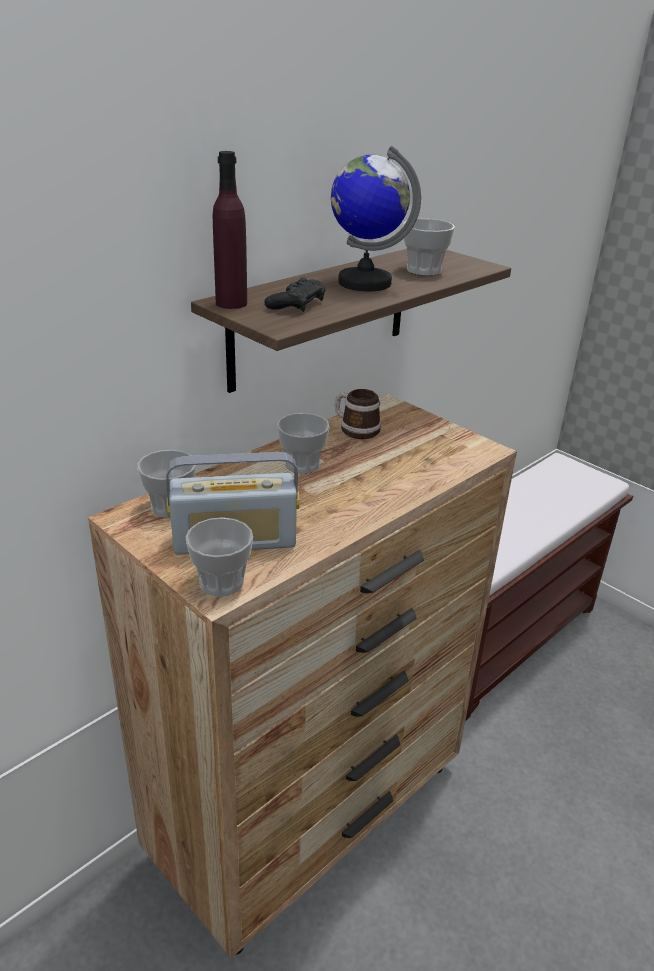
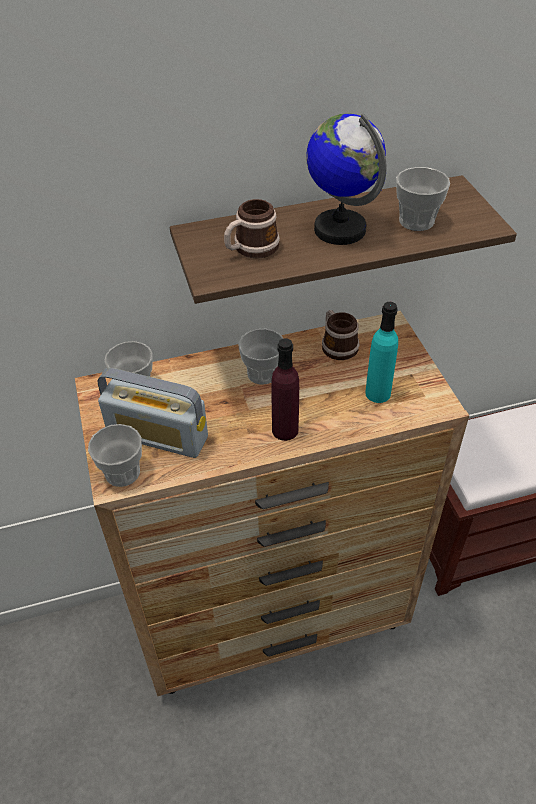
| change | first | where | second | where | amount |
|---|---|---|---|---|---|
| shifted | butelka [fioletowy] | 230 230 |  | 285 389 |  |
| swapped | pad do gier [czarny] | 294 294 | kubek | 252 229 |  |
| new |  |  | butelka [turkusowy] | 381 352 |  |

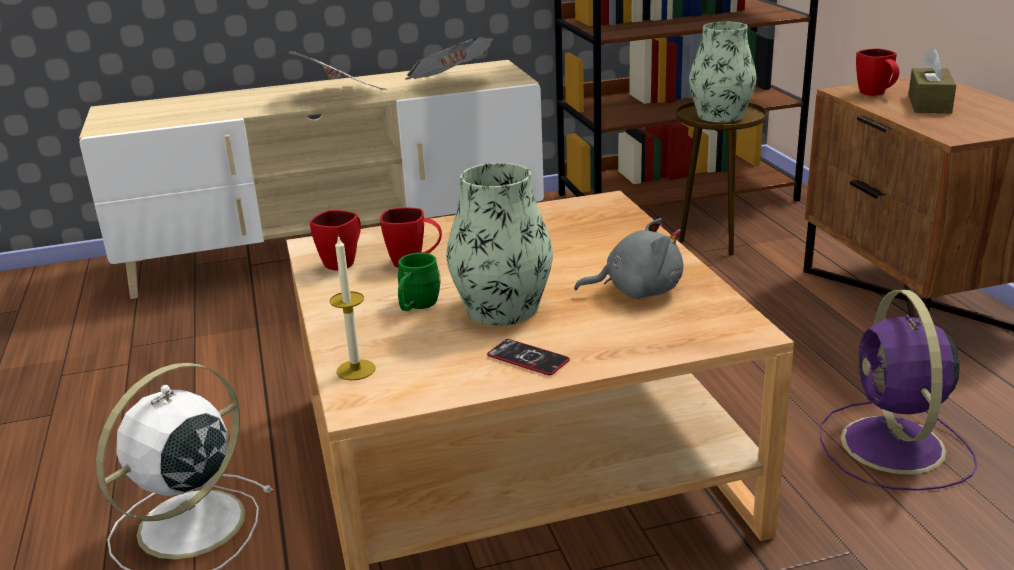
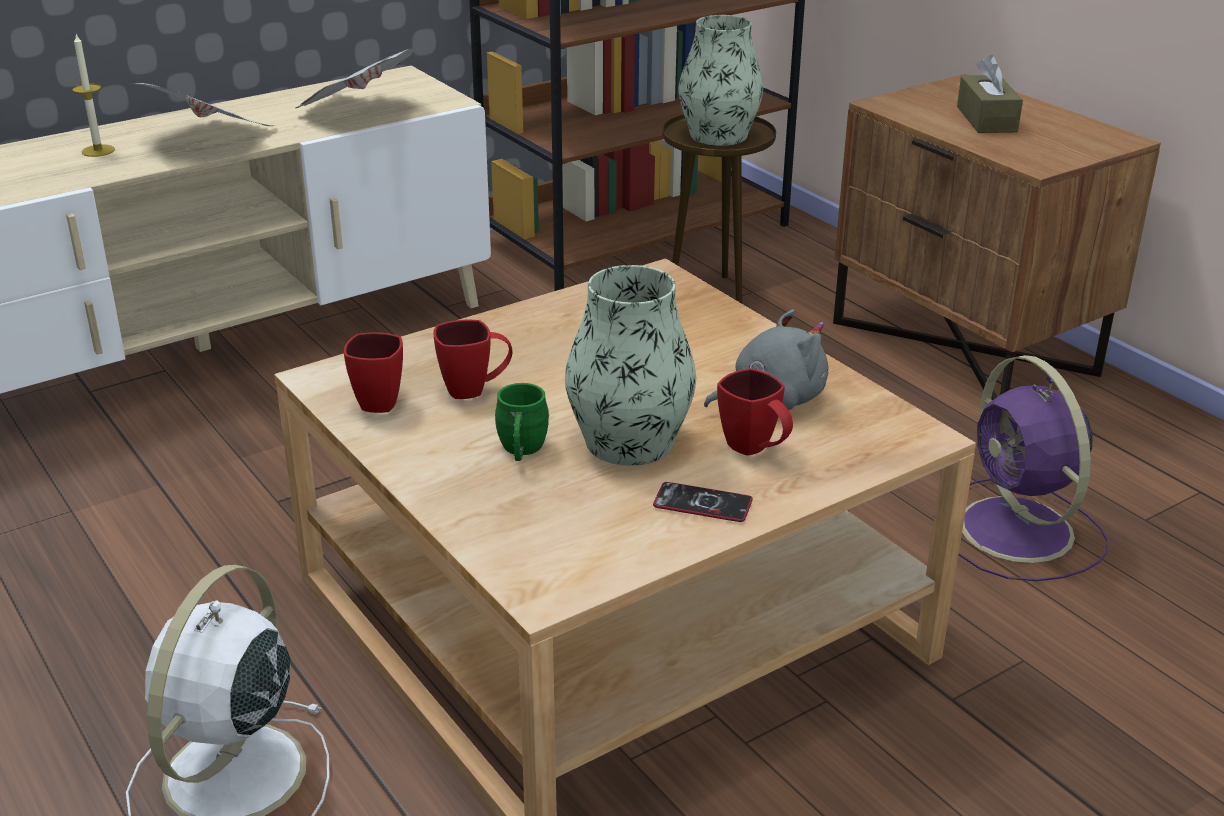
| change | first | where | second | where | amount |
|---|---|---|---|---|---|
| shifted | kubek [czerwony] | 877 72 |  | 755 412 |  |
| shifted | świeca | 352 307 |  | 93 95 |  |

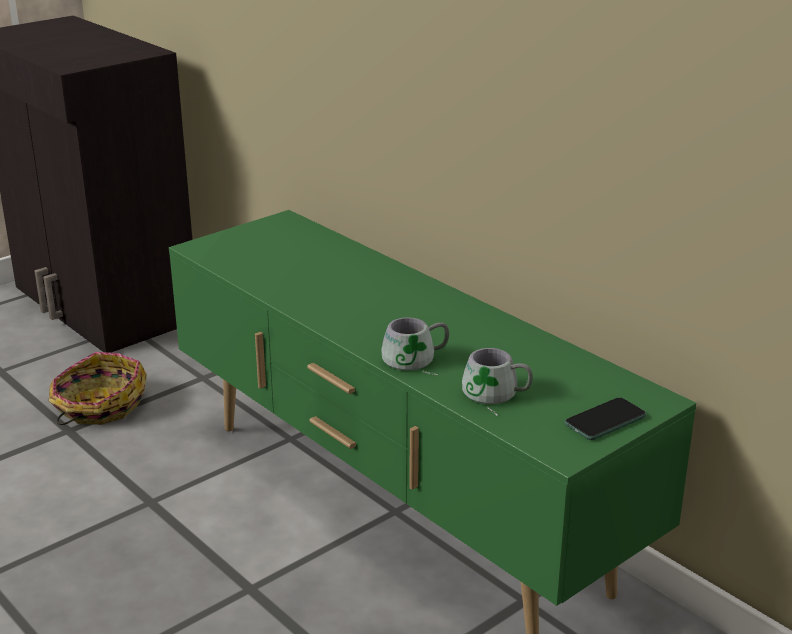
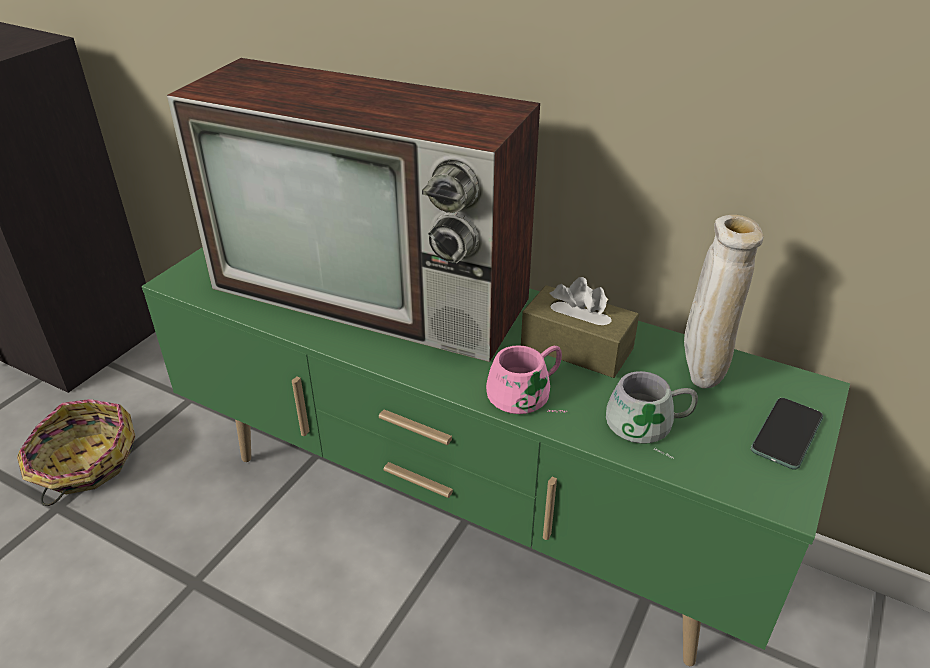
| change | first | where | second | where | amount |
|---|---|---|---|---|---|
| repainted | kubek [szary] | 415 346 | kubek [różowy] | 525 379 |  |
| new |  |  | telewizor | 353 210 |  |
| new |  |  | wazon [beżowy] | 723 302 |  |
| new |  |  | pudełko chusteczek [brązowy] | 580 327 |  |

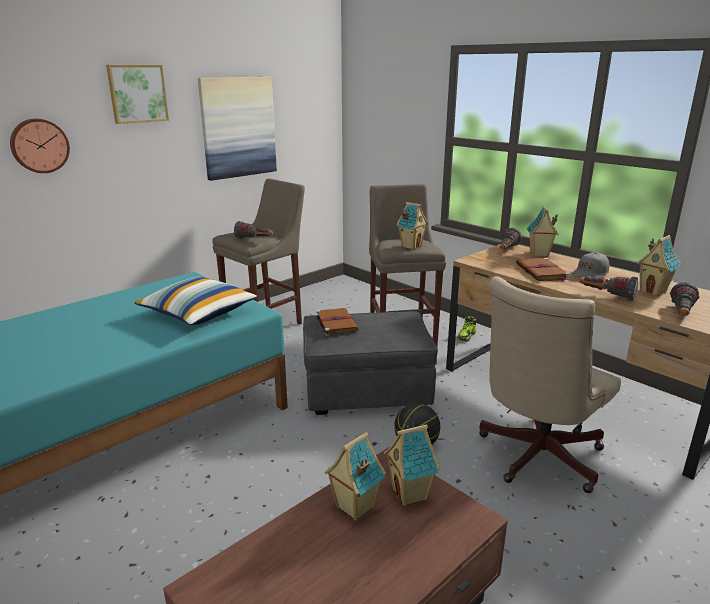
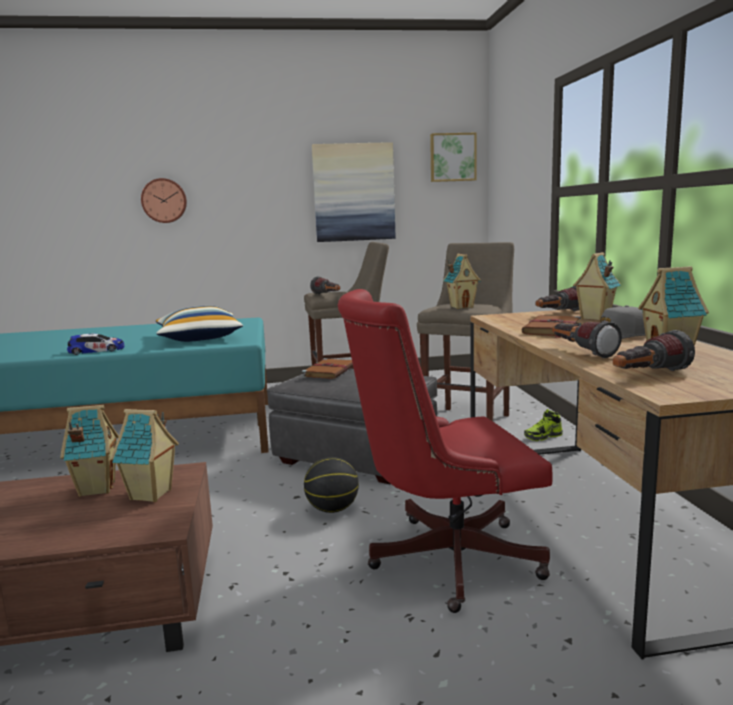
| change | first | where | second | where | amount |
|---|---|---|---|---|---|
| shifted | obraz | 137 94 |  | 453 157 |  |
| repainted | krzesło biurowe [beżowy] | 550 384 | krzesło biurowe [czerwony] | 445 451 |  |
| new |  |  | samochodzik | 96 344 |  |

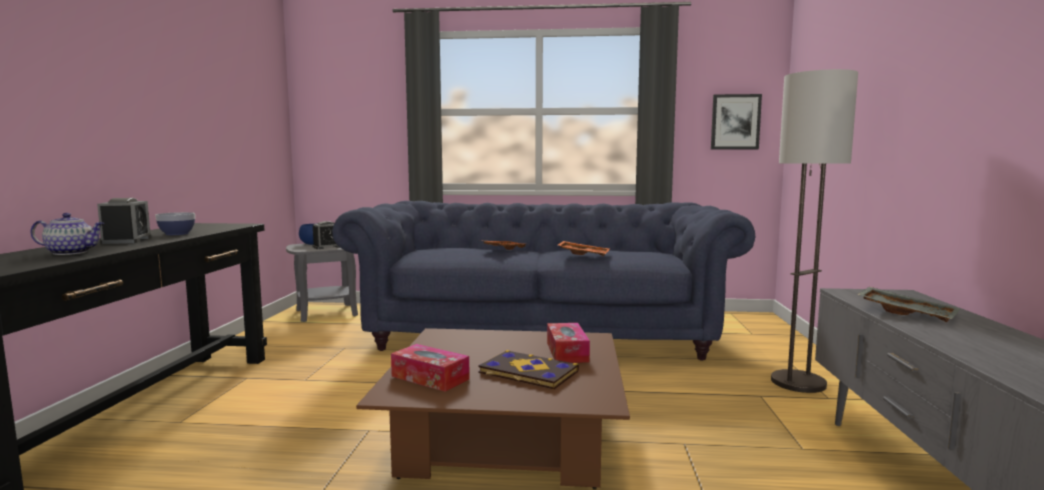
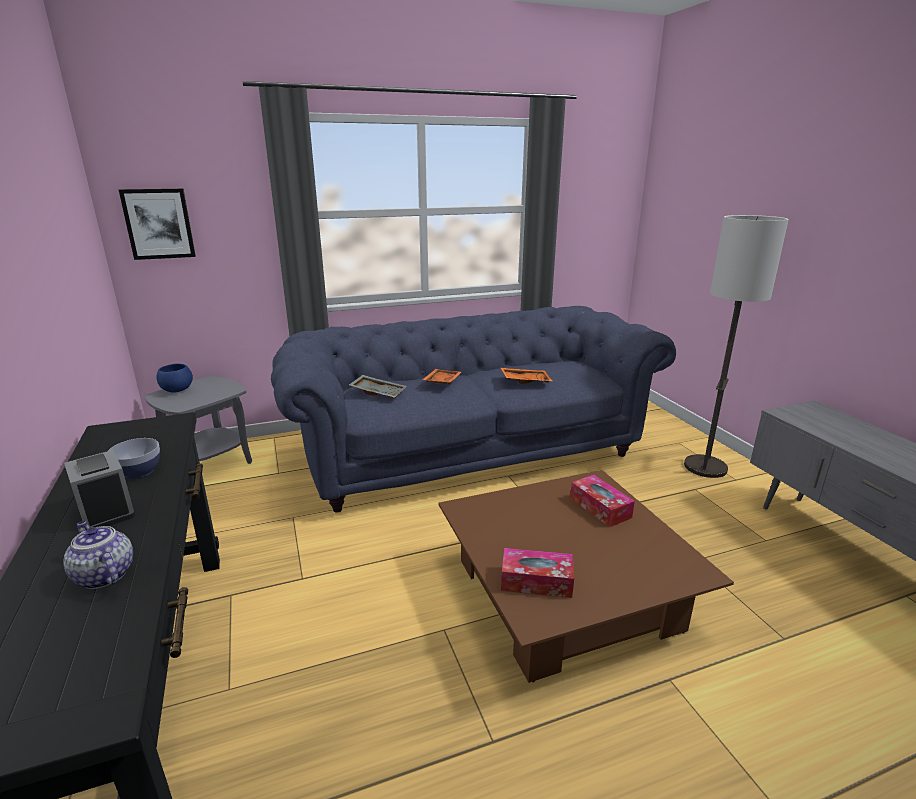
| change | first | where | second | where | amount |
|---|---|---|---|---|---|
| shifted | obraz | 736 122 |  | 157 224 |  |
| rotated | imbryk | 67 234 |  | 98 555 | 105 degrees counterclockwise |
| gone | budzik | 326 235 |  |  |  |
| shifted | taca [szary] | 908 304 |  | 378 386 |  |
| gone | książka | 528 369 |  |  |  |

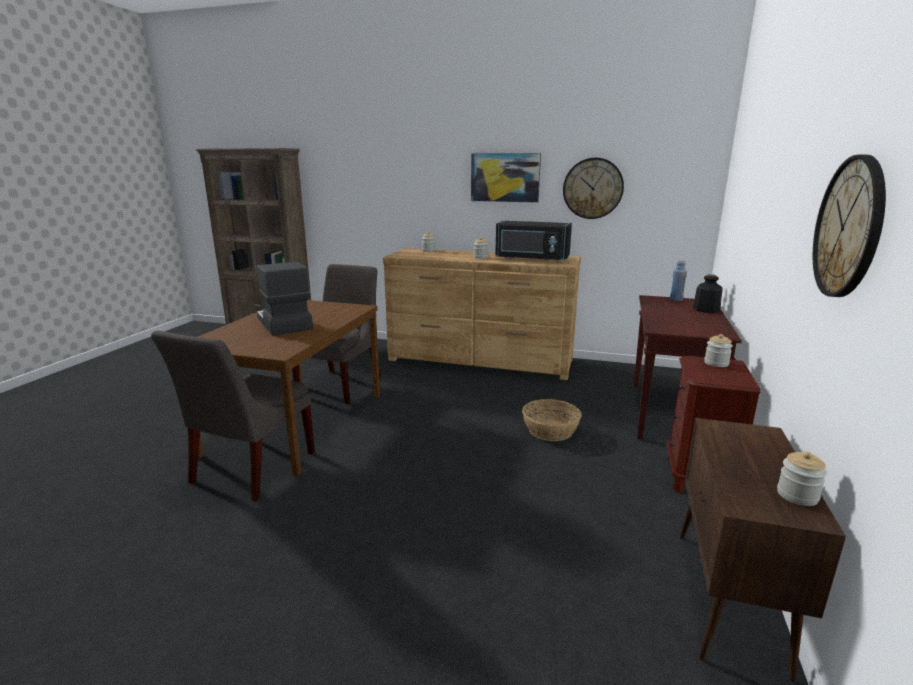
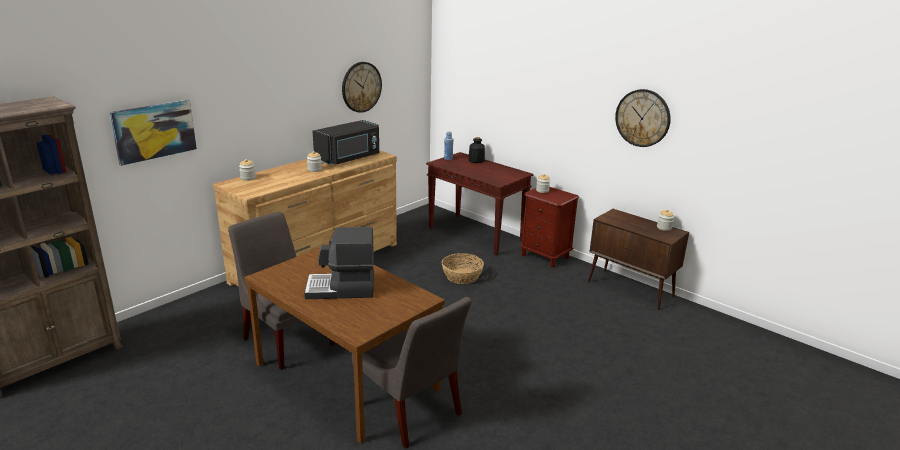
| change | first | where | second | where | amount |
|---|---|---|---|---|---|
| shifted | obraz | 506 178 |  | 153 133 |  |

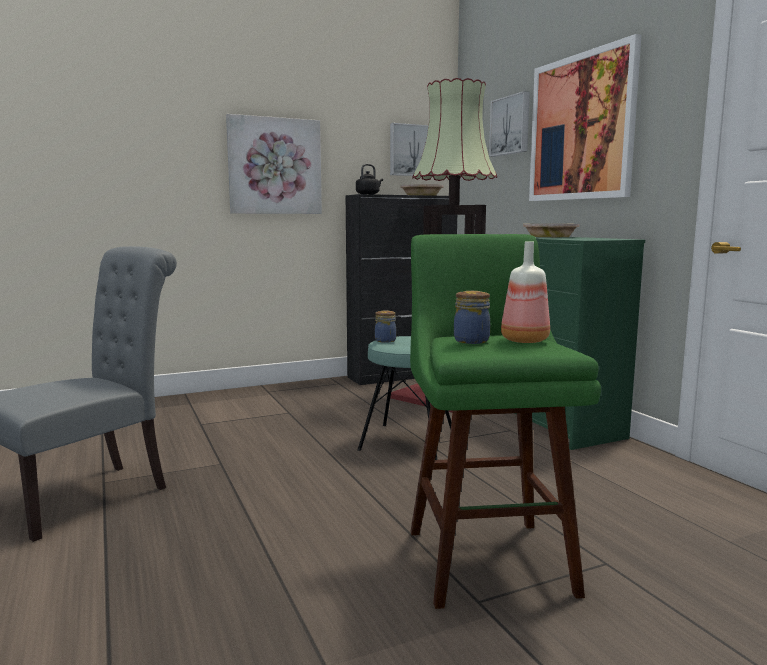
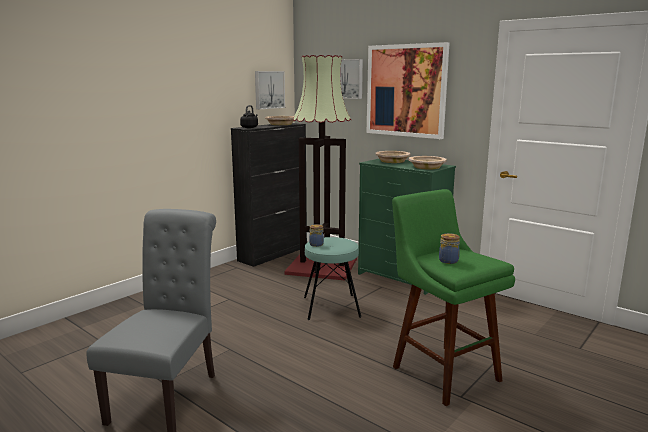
| change | first | where | second | where | amount |
|---|---|---|---|---|---|
| gone | obraz | 274 164 |  |  |  |
| gone | butelka | 525 292 |  |  |  |
| new |  |  | miska [beżowy] | 428 162 |  |

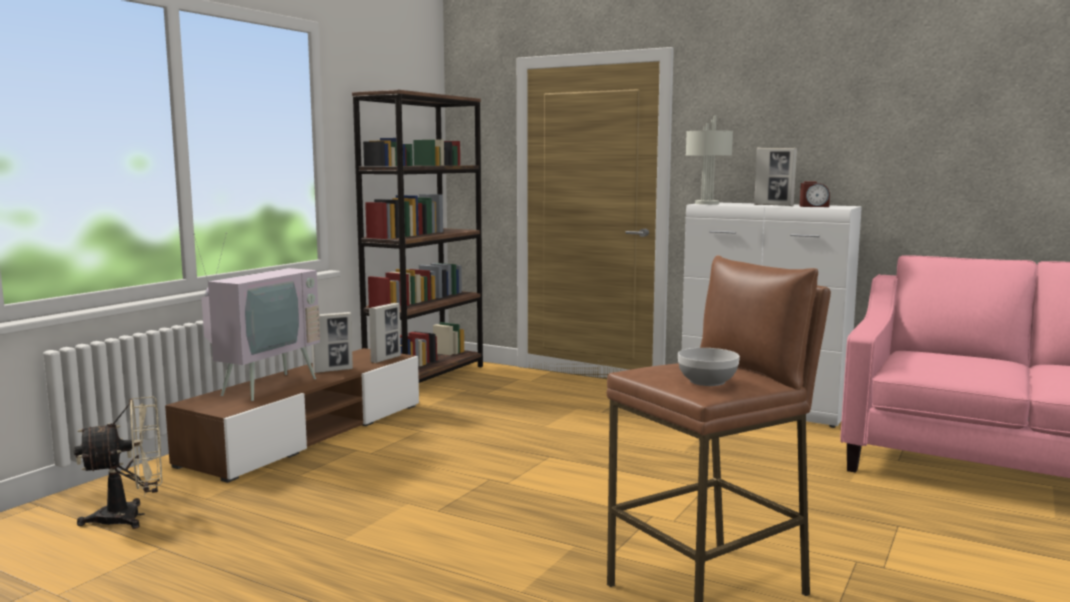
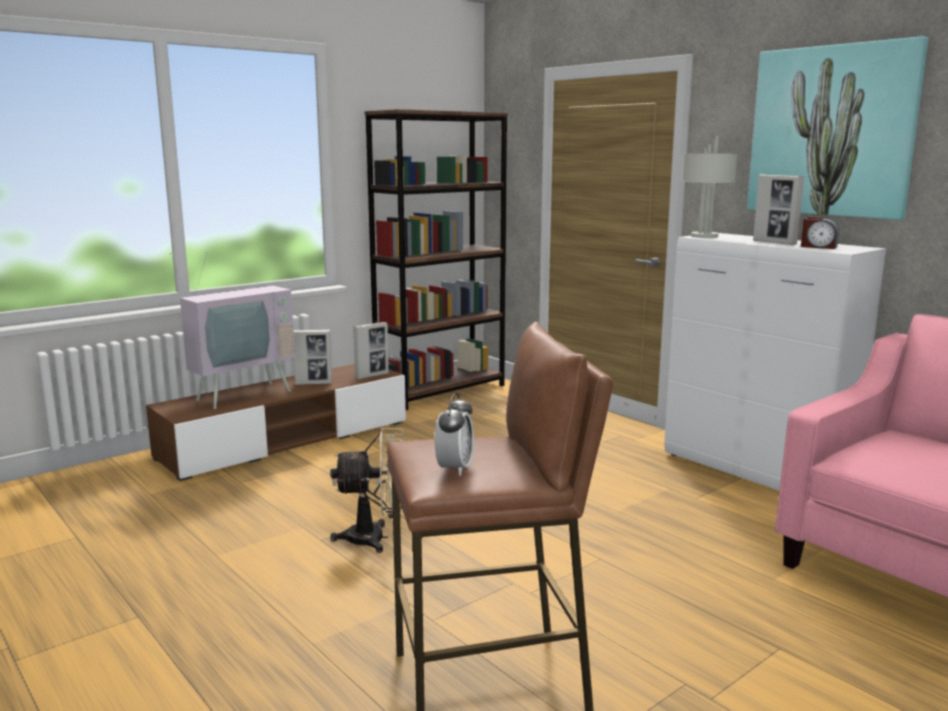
| change | first | where | second | where | amount |
|---|---|---|---|---|---|
| swapped | miska | 709 367 | budzik | 454 434 |  |
| shifted | wentylator [beżowy] | 118 463 |  | 367 490 |  |
| new |  |  | obraz | 838 128 |  |

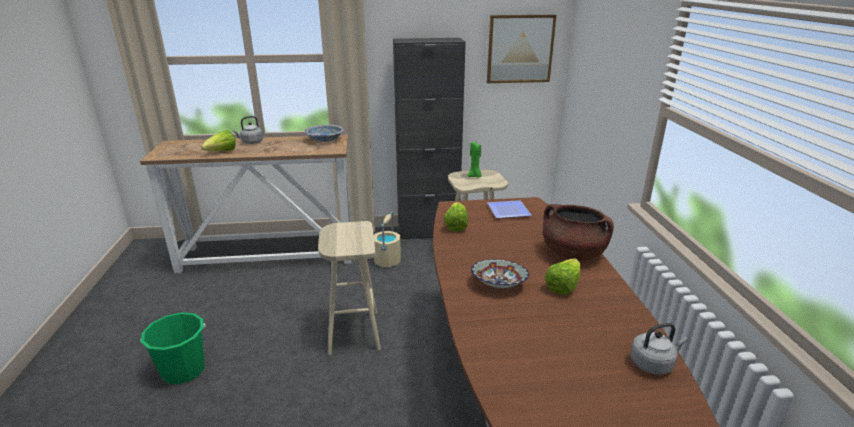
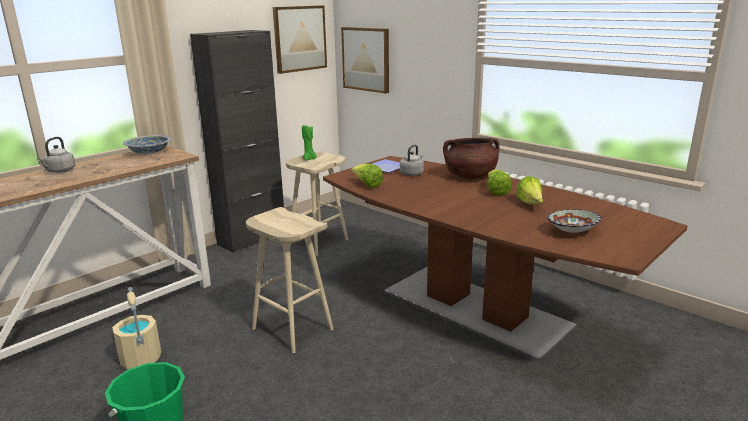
| change | first | where | second | where | amount |
|---|---|---|---|---|---|
| shifted | sałata | 218 140 |  | 529 190 |  |
| shifted | wiadro [beżowy] | 387 239 |  | 136 328 |  |
| shifted | miska | 500 273 |  | 574 221 |  |
| shifted | czajnik [szary] | 659 349 |  | 412 160 |  |
| new |  |  | obraz | 365 60 |  |

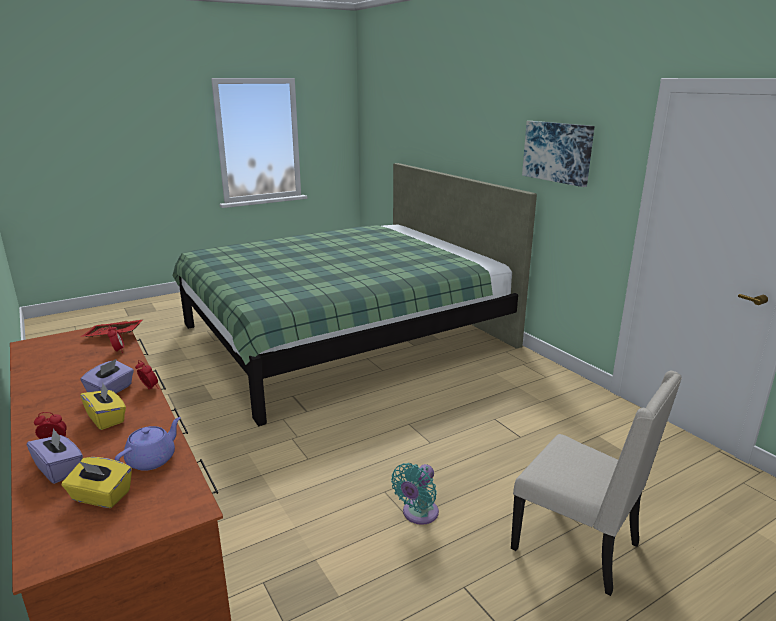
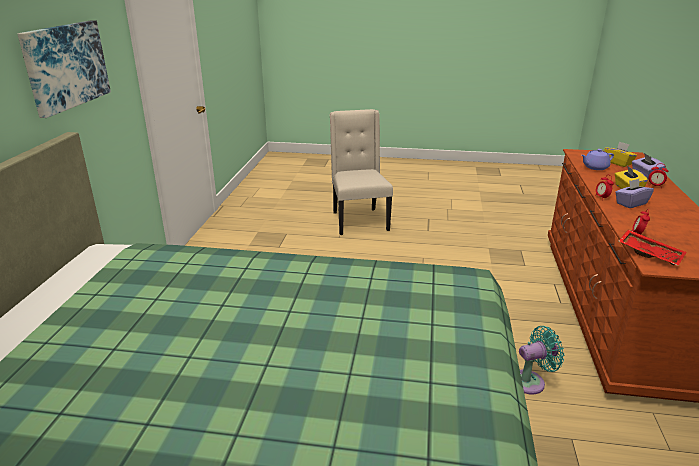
| change | first | where | second | where | amount |
|---|---|---|---|---|---|
| shifted | wentylator [turkusowy] | 415 494 |  | 541 360 |  |

